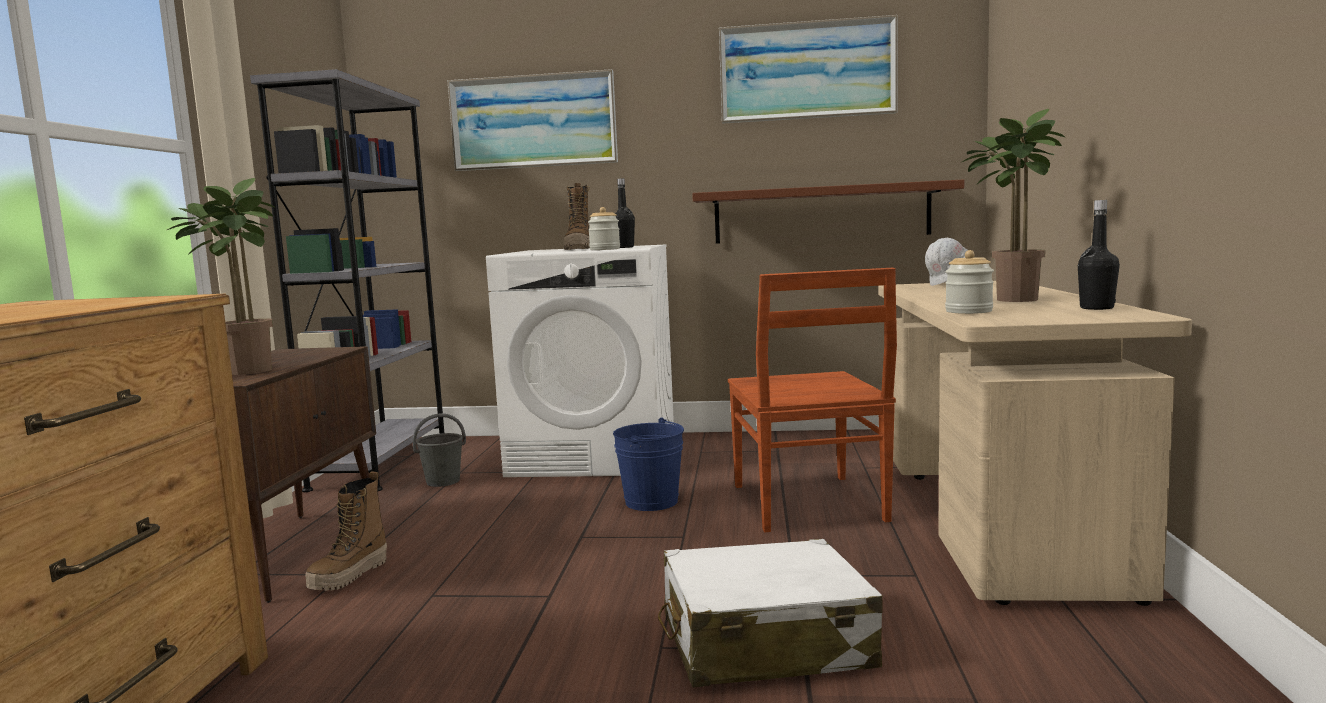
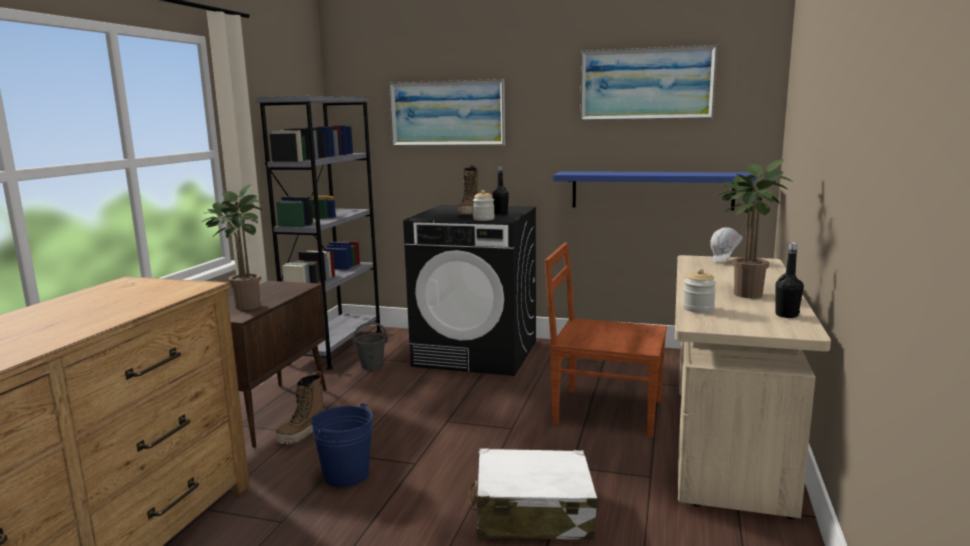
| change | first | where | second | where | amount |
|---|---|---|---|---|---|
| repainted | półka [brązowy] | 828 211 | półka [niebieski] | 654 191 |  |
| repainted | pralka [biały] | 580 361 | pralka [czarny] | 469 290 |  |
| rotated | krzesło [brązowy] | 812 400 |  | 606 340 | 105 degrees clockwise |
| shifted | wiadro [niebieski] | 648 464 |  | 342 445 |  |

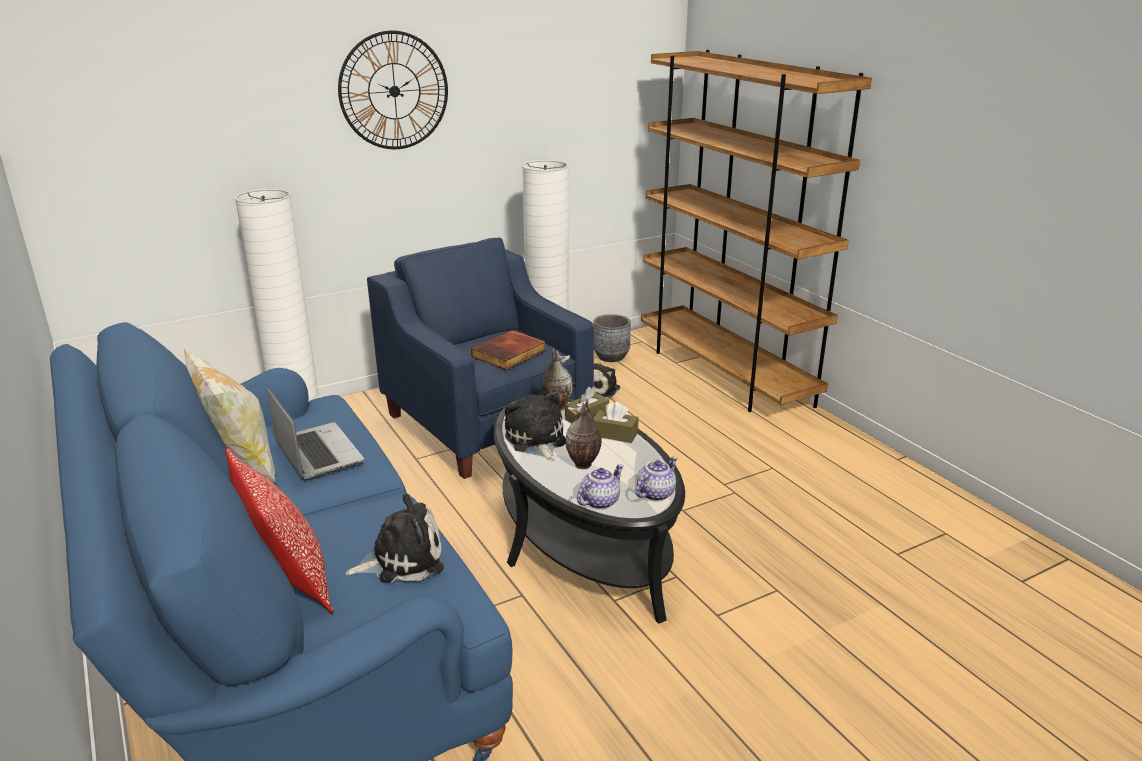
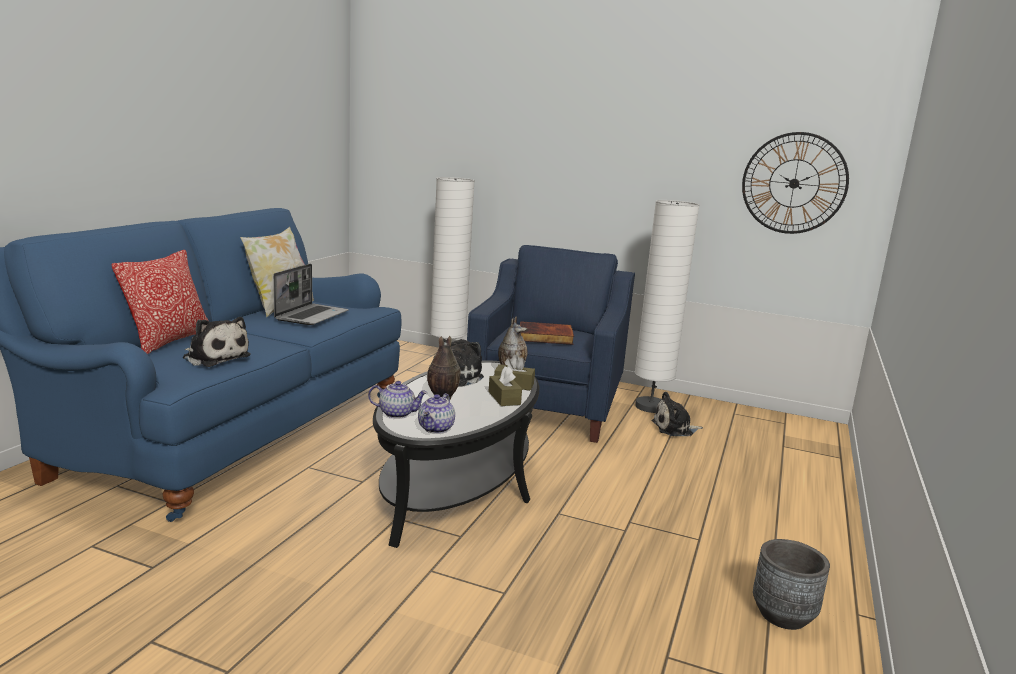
| change | first | where | second | where | amount |
|---|---|---|---|---|---|
| shifted | zegar ścienny | 393 89 |  | 795 183 |  |
| gone | regał [brązowy] | 756 231 |  |  |  |
| shifted | donica [szary] | 612 338 |  | 791 584 |  |
| rotated | imbryk | 656 479 |  | 436 413 | 105 degrees clockwise |

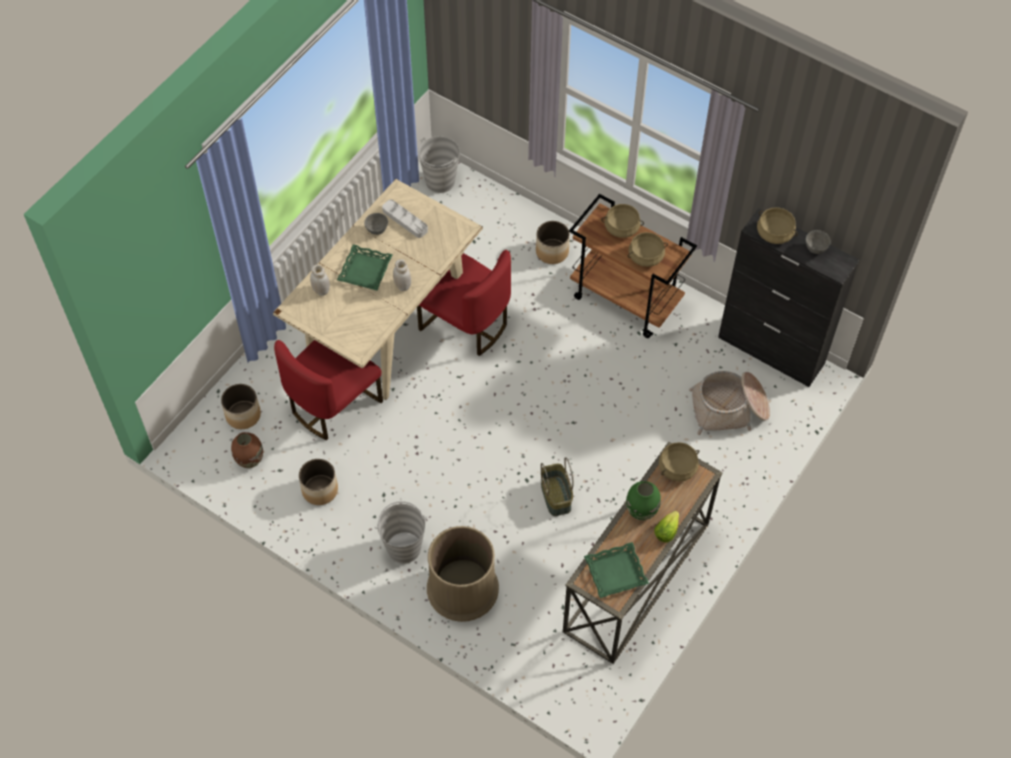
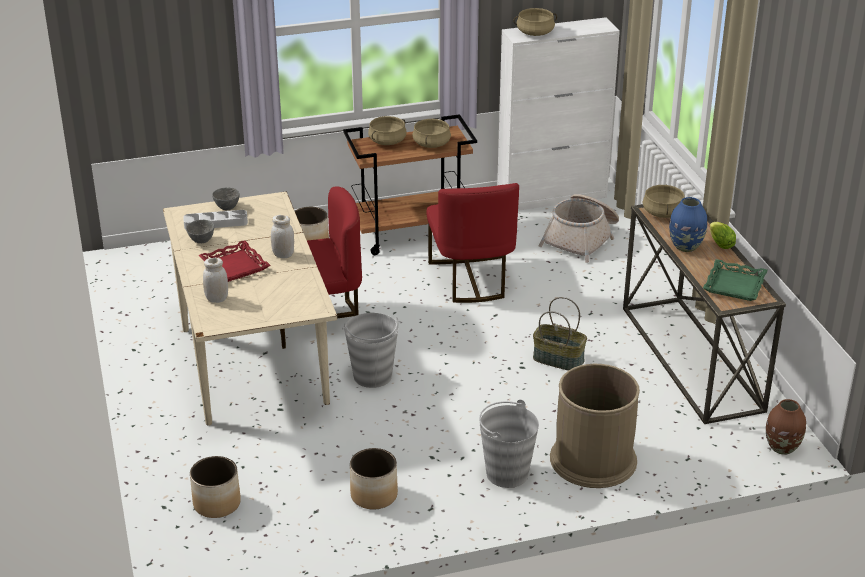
| change | first | where | second | where | amount |
|---|---|---|---|---|---|
| shifted | wiadro [szary] | 439 164 |  | 371 350 |  |
| repainted | szafka [czarny] | 788 297 | szafka [biały] | 558 114 |  |
| shifted | miska [szary] | 818 242 |  | 226 198 |  |
| repainted | taca [zielony] | 365 267 | taca [czerwony] | 235 261 |  |
| shifted | krzesło [czerwony] | 328 390 |  | 472 243 |  |
| shifted | wazon [brązowy] | 247 450 |  | 786 427 |  |
| repainted | wazon [zielony] | 643 500 | wazon [niebieski] | 688 224 |  |

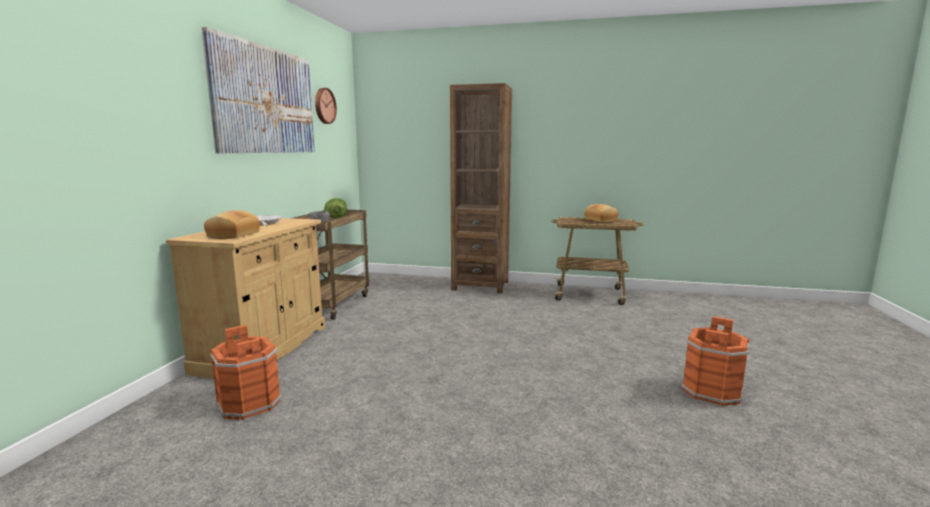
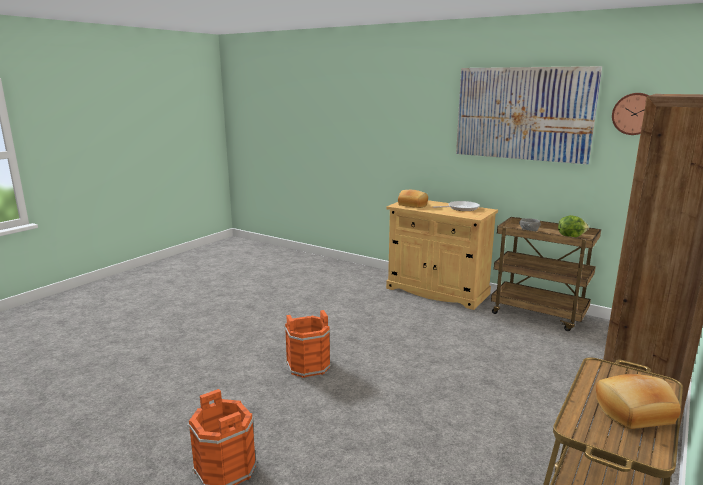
| change | first | where | second | where | amount |
|---|---|---|---|---|---|
| shifted | wiadro [pomarańczowy] | 246 372 |  | 308 344 |  |

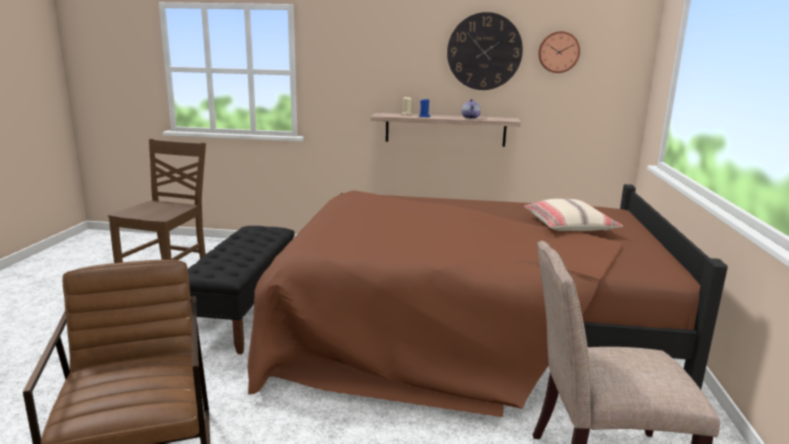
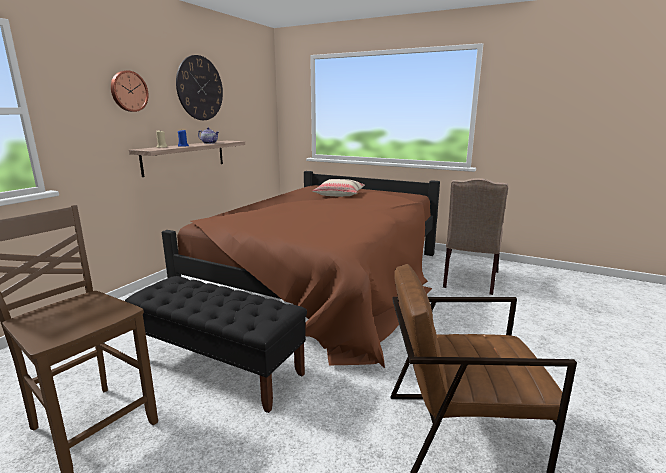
| change | first | where | second | where | amount |
|---|---|---|---|---|---|
| shifted | zegar ścienny | 559 52 |  | 130 91 |  |

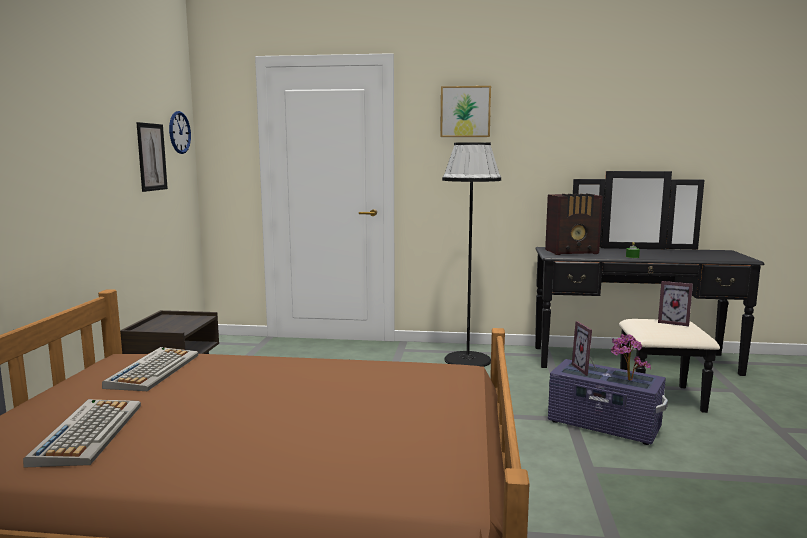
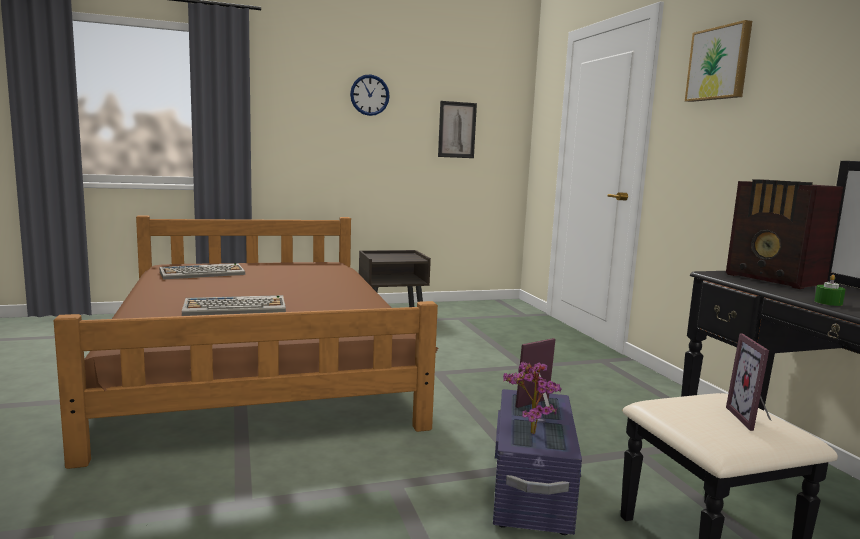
| change | first | where | second | where | amount |
|---|---|---|---|---|---|
| shifted | zegar ścienny | 180 132 |  | 370 95 |  |
| gone | lampa stojąca [czarny] | 471 254 |  |  |  |
| shifted | klawiatura | 150 369 |  | 234 305 |  |

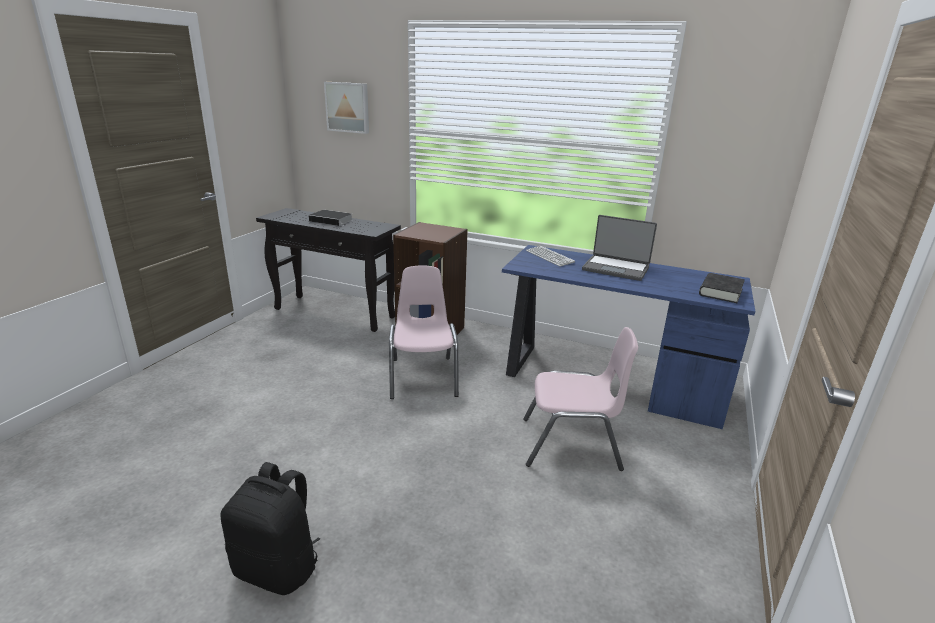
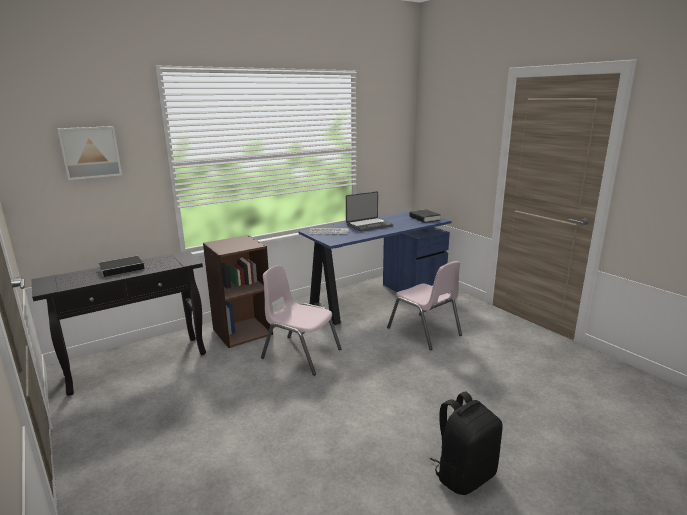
| change | first | where | second | where | amount |
|---|---|---|---|---|---|
| rotated | krzesło [różowy] | 580 399 |  | 424 305 | 105 degrees clockwise |

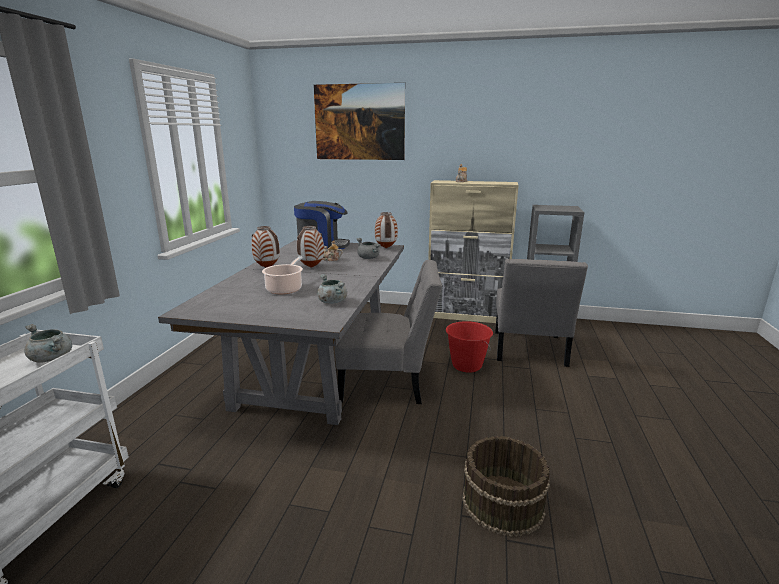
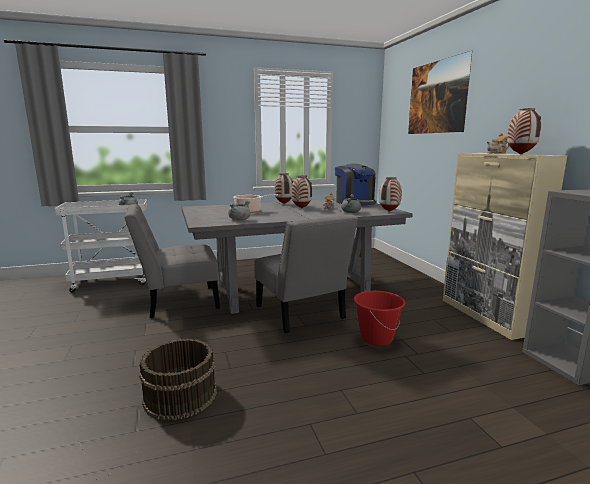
| change | first | where | second | where | amount |
|---|---|---|---|---|---|
| shifted | krzesło [szary] | 541 313 |  | 172 261 |  |
| new |  |  | wazon | 524 131 |  |

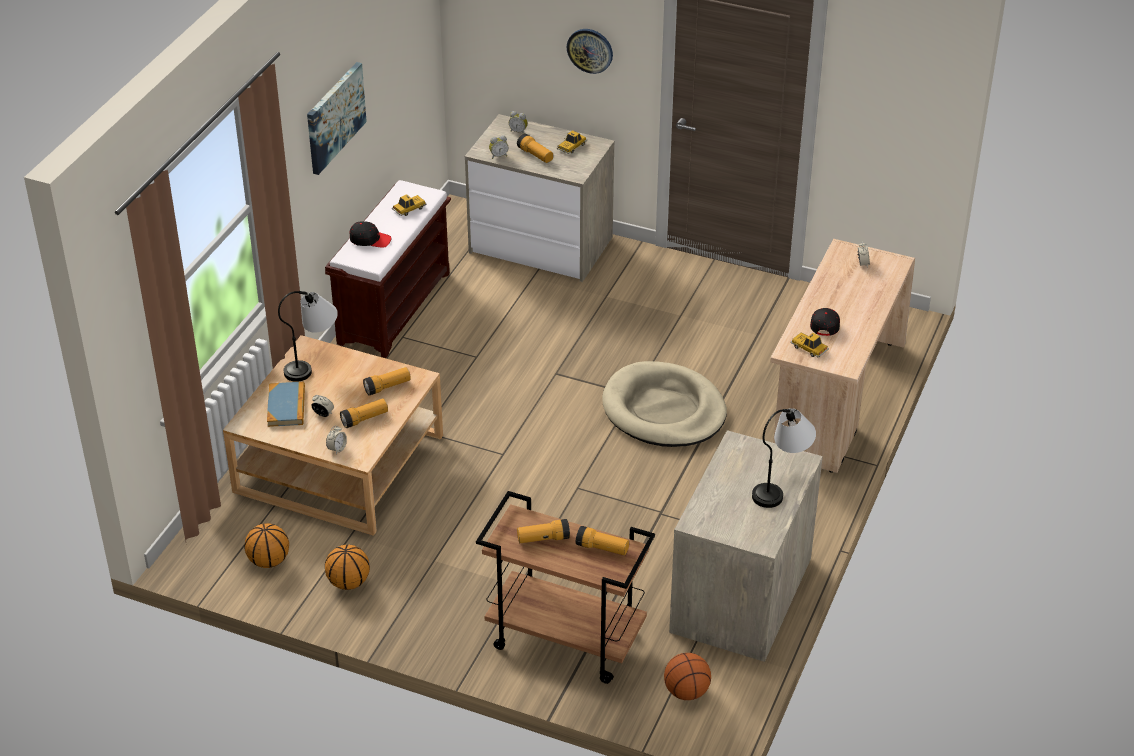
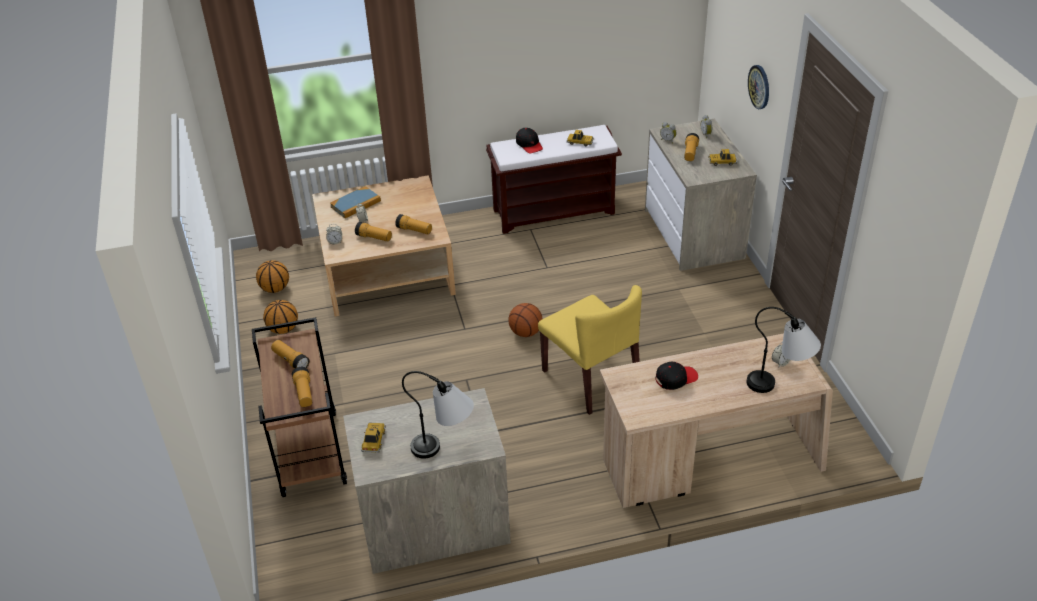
| change | first | where | second | where | amount |
|---|---|---|---|---|---|
| gone | obraz | 337 118 |  |  |  |
| shifted | lampa stołowa | 308 336 |  | 784 350 |  |
| shifted | samochodzik | 809 345 |  | 373 438 |  |
| swapped | legowisko [beżowy] | 664 404 | krzesło [żółty] | 590 350 |  |
| shifted | piłka do koszykówki | 687 676 |  | 525 320 |  |

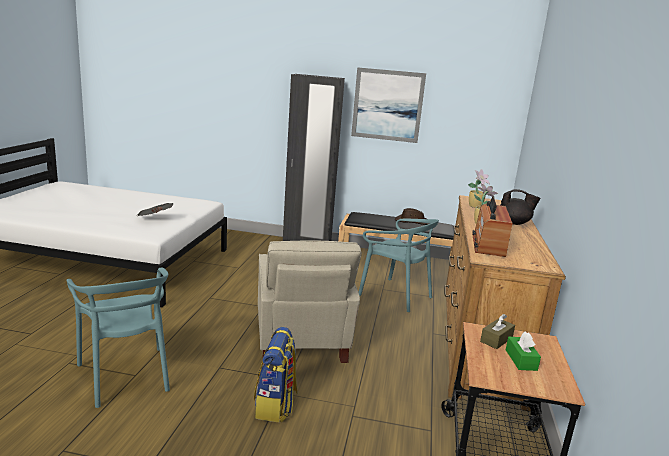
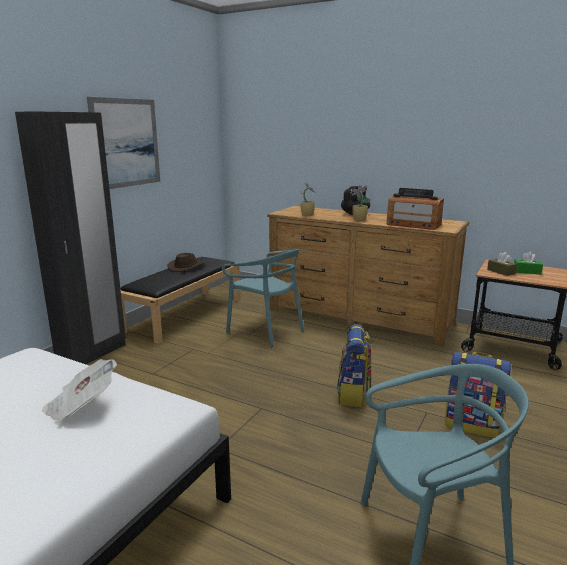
| change | first | where | second | where | amount |
|---|---|---|---|---|---|
| rotated | krzesło [turkusowy] | 398 265 |  | 263 298 | 75 degrees clockwise |
| swapped | fotel [beżowy] | 310 301 | plecak | 354 365 |  |

